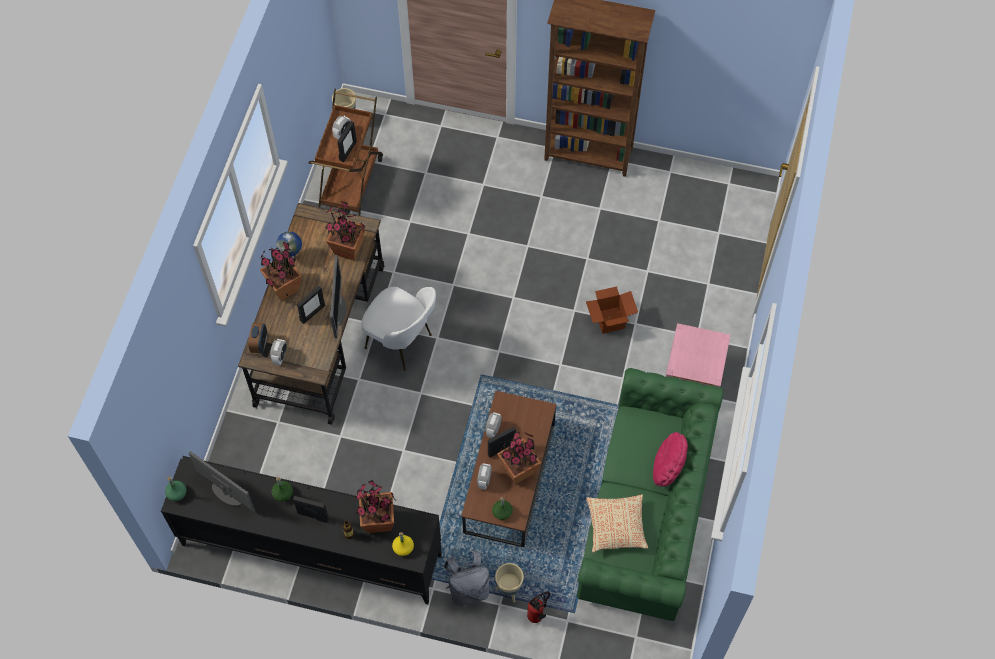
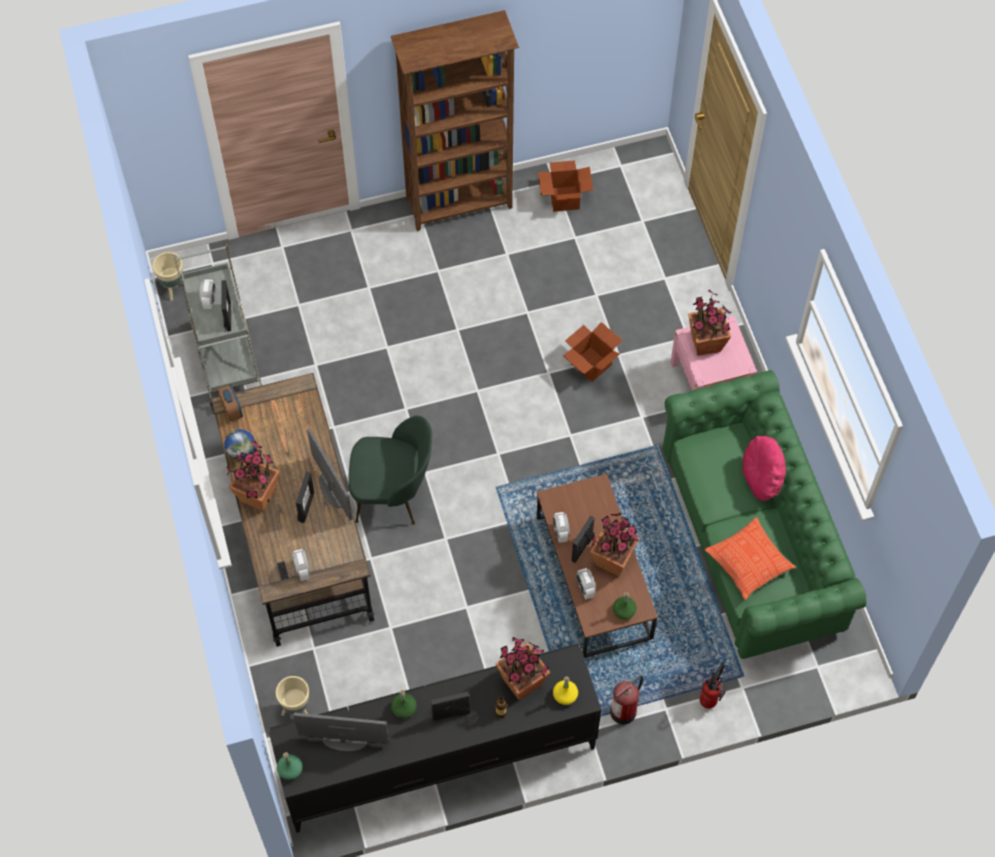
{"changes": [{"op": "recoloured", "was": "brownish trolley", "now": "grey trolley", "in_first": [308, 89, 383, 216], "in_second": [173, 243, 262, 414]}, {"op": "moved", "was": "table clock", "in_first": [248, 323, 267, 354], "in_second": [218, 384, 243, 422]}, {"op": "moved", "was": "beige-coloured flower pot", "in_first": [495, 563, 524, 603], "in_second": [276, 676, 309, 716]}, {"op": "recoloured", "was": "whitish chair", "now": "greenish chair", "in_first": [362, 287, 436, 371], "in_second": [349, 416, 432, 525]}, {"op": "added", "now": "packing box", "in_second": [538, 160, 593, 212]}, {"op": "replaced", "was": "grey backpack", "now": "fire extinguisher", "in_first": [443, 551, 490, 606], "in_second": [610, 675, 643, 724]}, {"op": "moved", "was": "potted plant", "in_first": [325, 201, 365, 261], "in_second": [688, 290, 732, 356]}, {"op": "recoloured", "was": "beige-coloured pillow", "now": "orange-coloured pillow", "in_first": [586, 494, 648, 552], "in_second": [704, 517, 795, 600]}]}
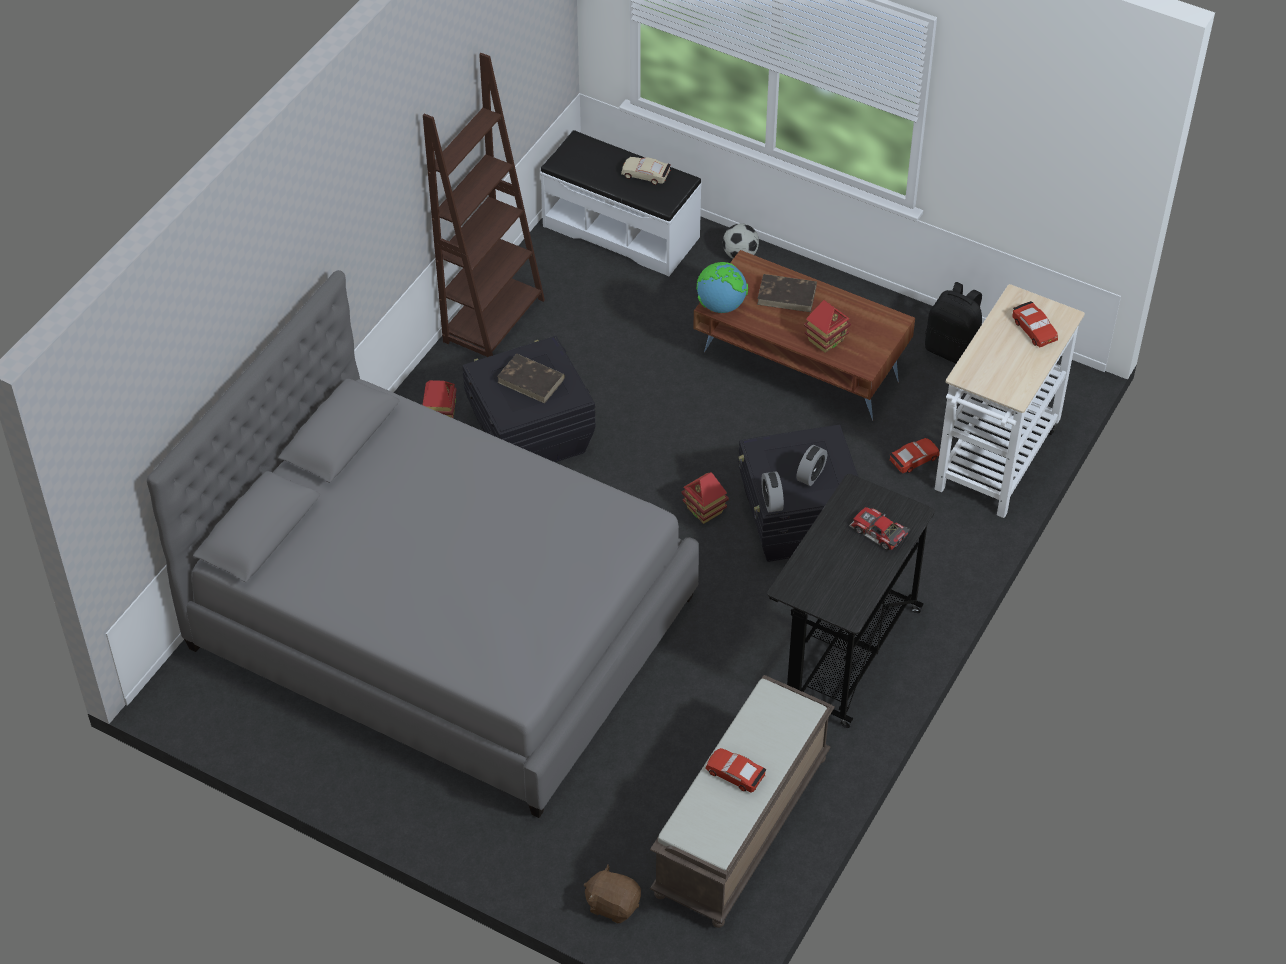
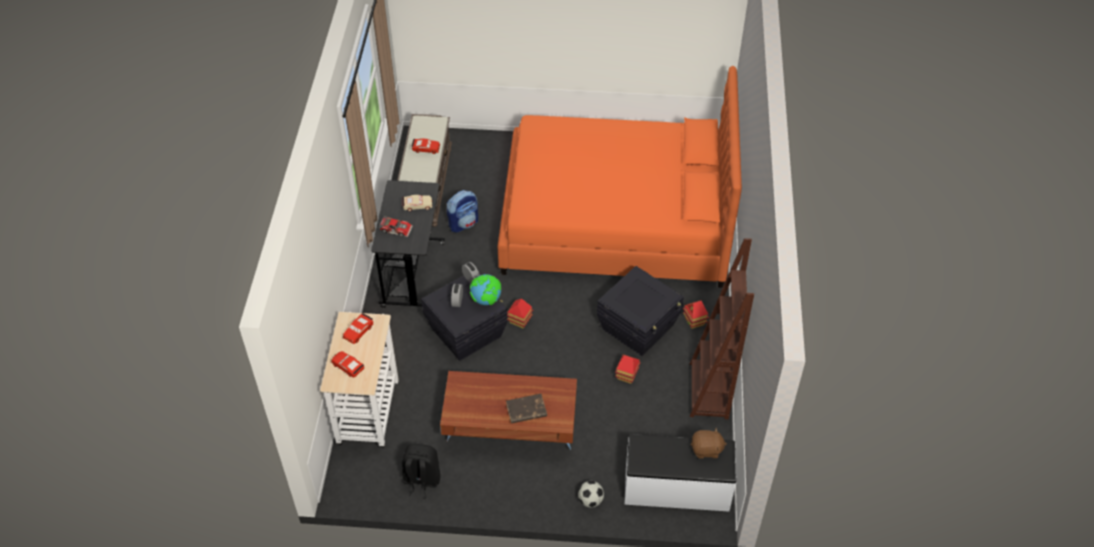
{"changes": [{"op": "moved", "was": "reddish model car", "in_first": [889, 438, 940, 473], "in_second": [343, 313, 373, 344]}, {"op": "moved", "was": "beige-coloured model car", "in_first": [621, 157, 671, 185], "in_second": [402, 195, 432, 211]}, {"op": "added", "now": "backpack", "in_second": [447, 190, 478, 233]}, {"op": "moved", "was": "globe", "in_first": [696, 262, 748, 313], "in_second": [470, 274, 501, 305]}, {"op": "recoloured", "was": "grey bed", "now": "orange-coloured bed", "in_first": [147, 270, 699, 818], "in_second": [498, 66, 742, 288]}, {"op": "moved", "was": "model house", "in_first": [804, 300, 851, 353], "in_second": [615, 354, 641, 384]}, {"op": "moved", "was": "brownish cuddly toy", "in_first": [584, 864, 641, 923], "in_second": [691, 428, 727, 459]}, {"op": "removed", "was": "brownish book", "in_first": [497, 354, 565, 404]}]}
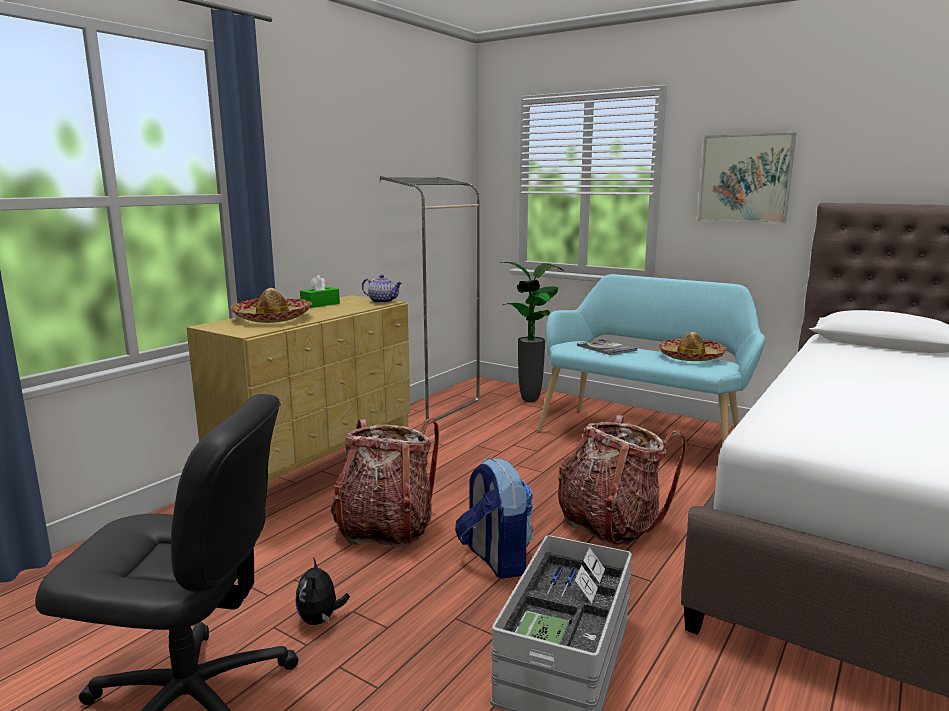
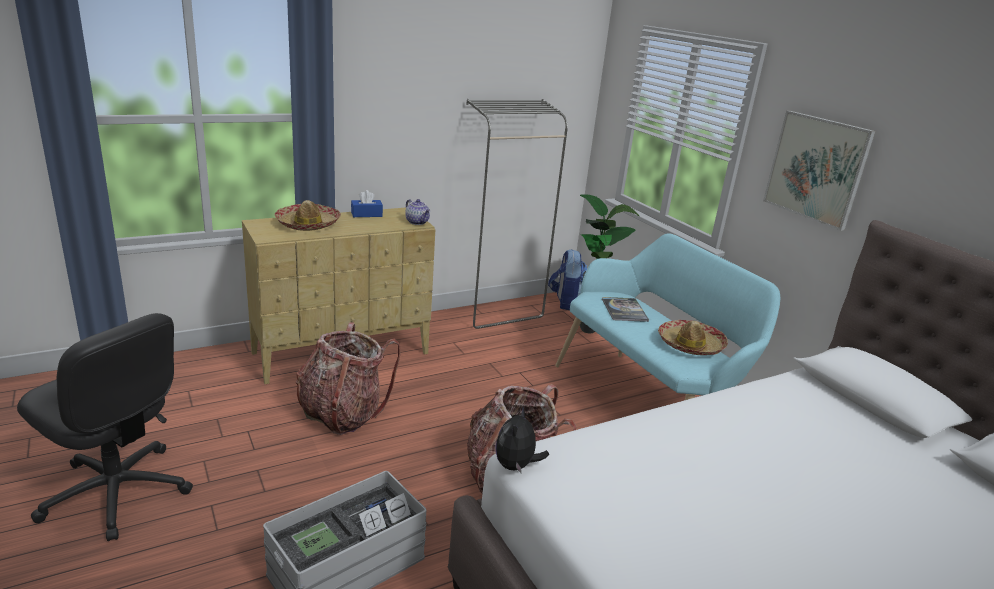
{"changes": [{"op": "recoloured", "was": "greenish tissue holder", "now": "bluish tissue holder", "in_first": [300, 275, 340, 308], "in_second": [351, 190, 383, 217]}, {"op": "moved", "was": "cuddly toy", "in_first": [295, 557, 350, 625], "in_second": [495, 407, 549, 473]}, {"op": "moved", "was": "backpack", "in_first": [455, 458, 534, 579], "in_second": [548, 249, 587, 310]}]}
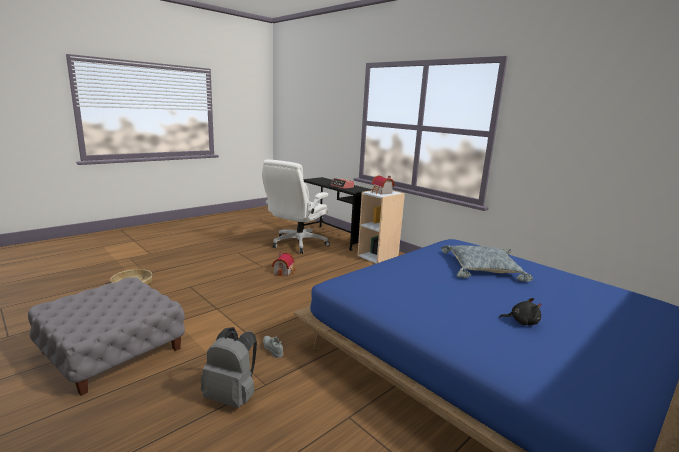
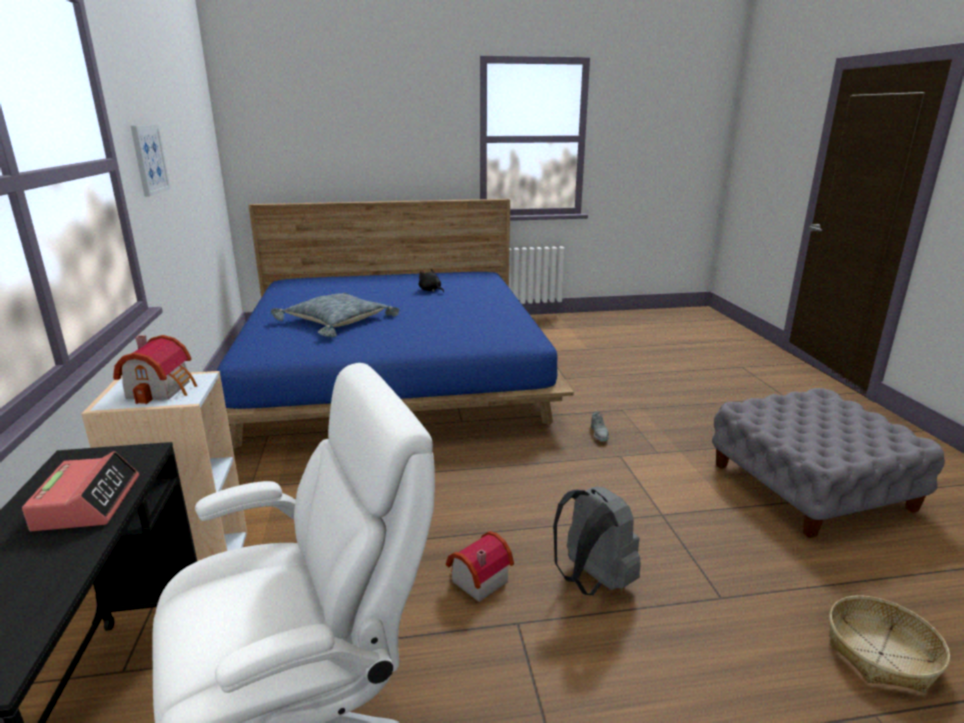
{"changes": [{"op": "added", "now": "picture", "in_second": [131, 125, 170, 197]}, {"op": "moved", "was": "grey backpack", "in_first": [201, 327, 257, 408], "in_second": [553, 486, 641, 595]}]}
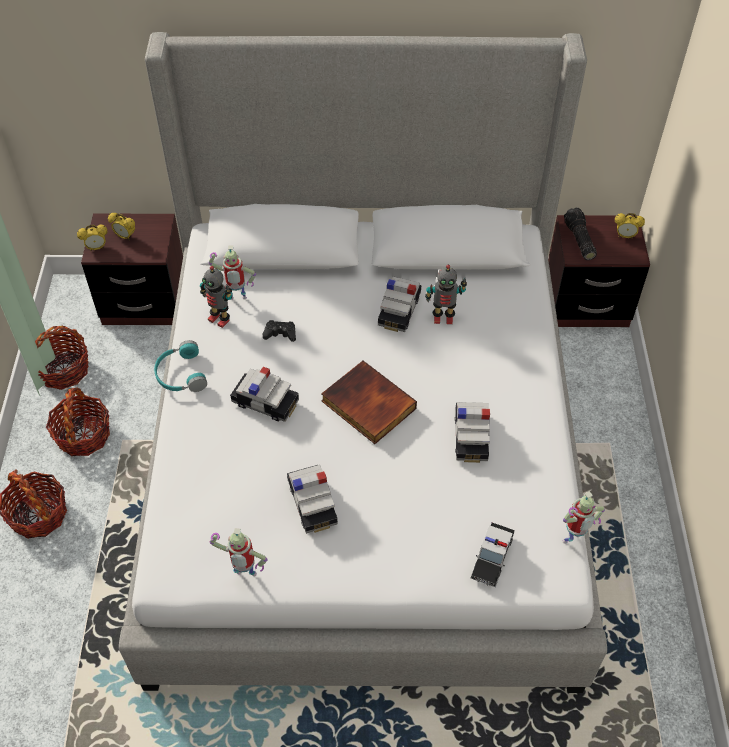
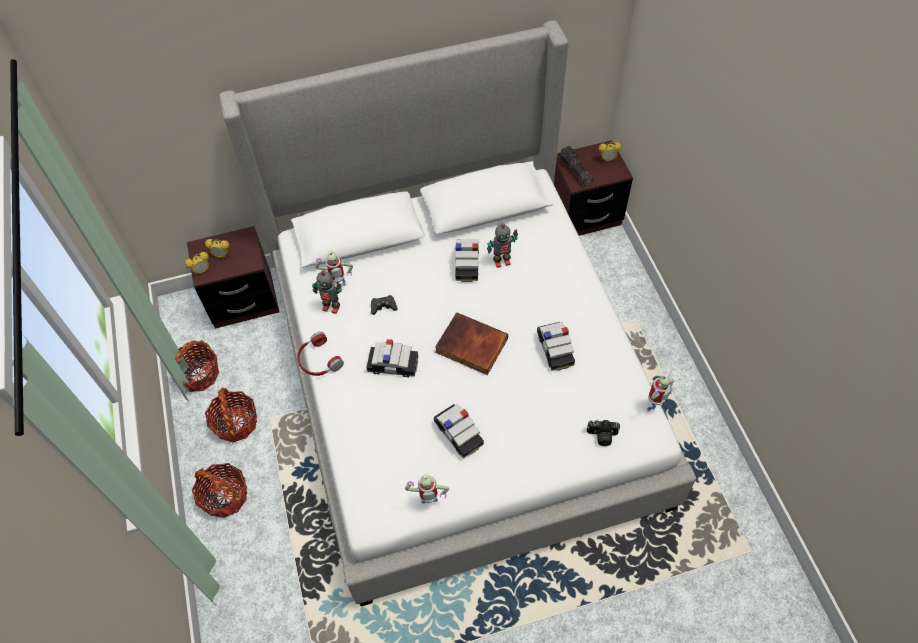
{"changes": [{"op": "recoloured", "was": "turquoise-coloured headphones", "now": "reddish headphones", "in_first": [154, 340, 207, 392], "in_second": [297, 332, 344, 376]}, {"op": "replaced", "was": "model car", "now": "still camera", "in_first": [470, 523, 515, 587], "in_second": [587, 419, 620, 446]}]}
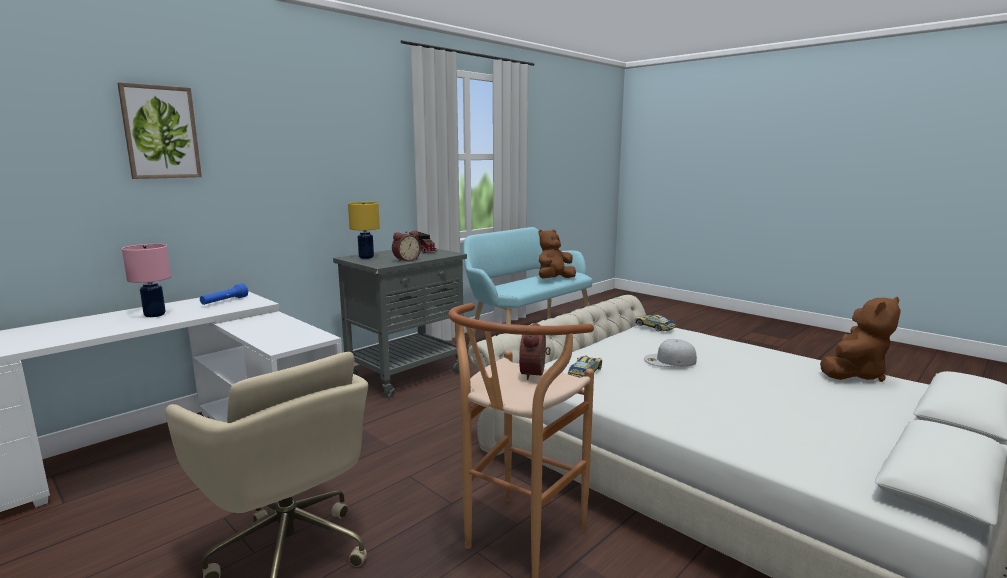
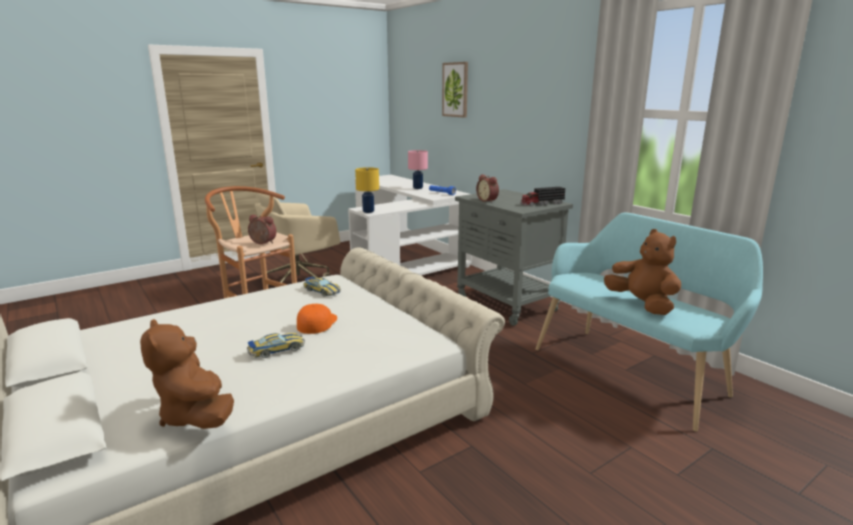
{"changes": [{"op": "moved", "was": "model car", "in_first": [634, 314, 676, 331], "in_second": [247, 333, 305, 358]}, {"op": "recoloured", "was": "whitish cap", "now": "orange-coloured cap", "in_first": [644, 339, 697, 367], "in_second": [297, 304, 337, 334]}, {"op": "moved", "was": "yellow-coloured table lamp", "in_first": [348, 202, 380, 259], "in_second": [355, 167, 379, 213]}]}
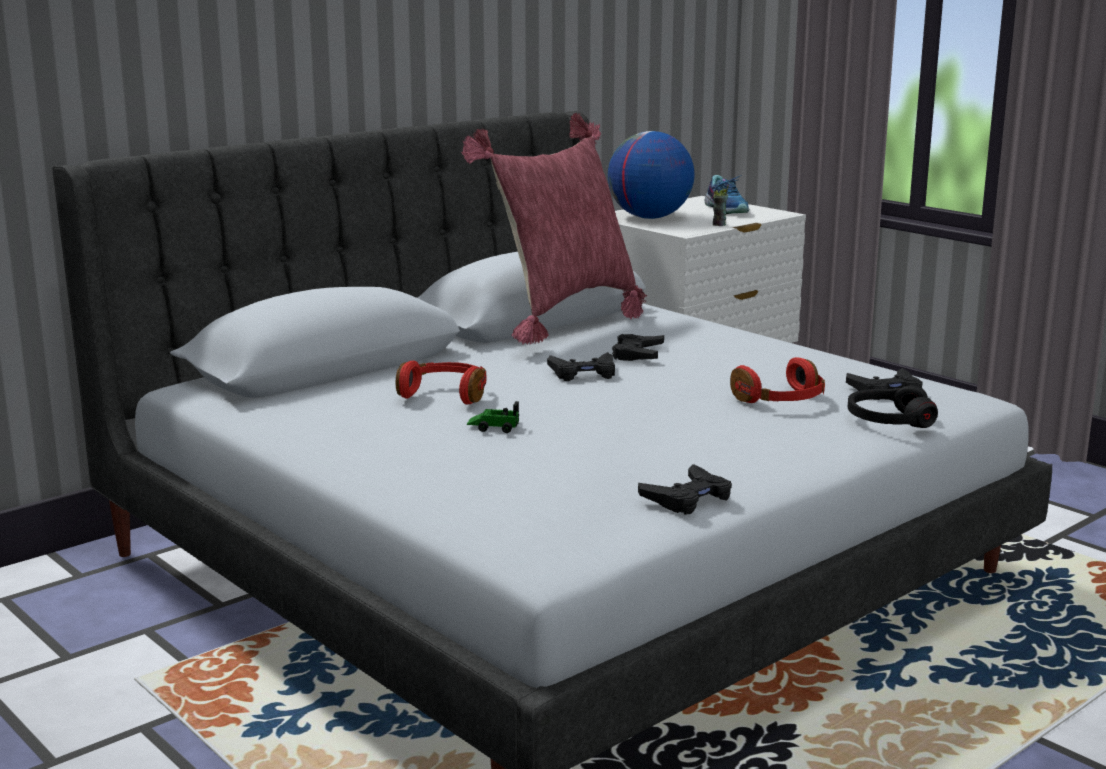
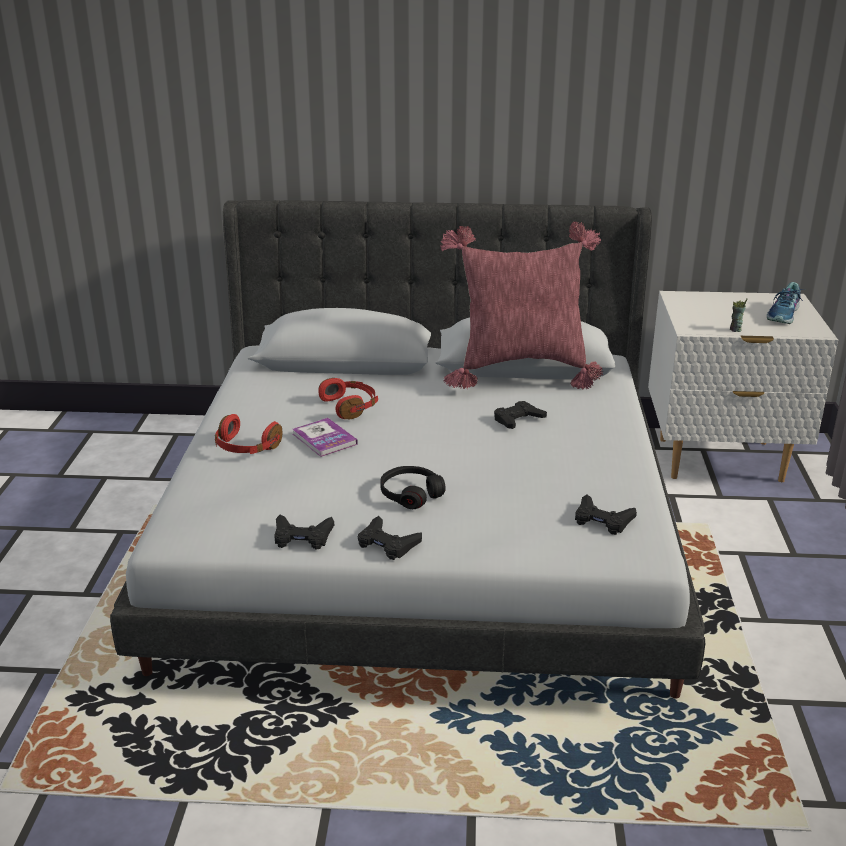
{"changes": [{"op": "moved", "was": "reddish headphones", "in_first": [730, 357, 825, 403], "in_second": [215, 414, 283, 454]}, {"op": "replaced", "was": "model car", "now": "book", "in_first": [466, 401, 519, 433], "in_second": [292, 418, 358, 457]}, {"op": "moved", "was": "blackish gamepad", "in_first": [547, 352, 615, 381], "in_second": [358, 516, 422, 560]}, {"op": "moved", "was": "blackish headphones", "in_first": [848, 385, 938, 428], "in_second": [380, 466, 446, 509]}, {"op": "removed", "was": "globe", "in_first": [608, 131, 695, 219]}]}
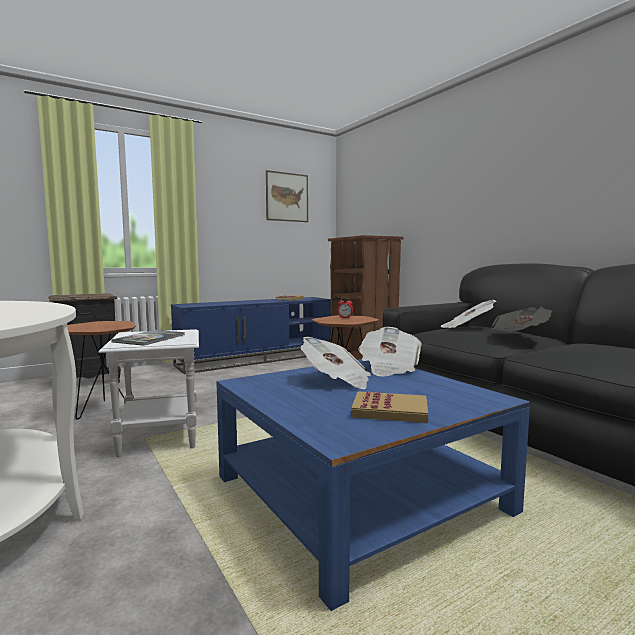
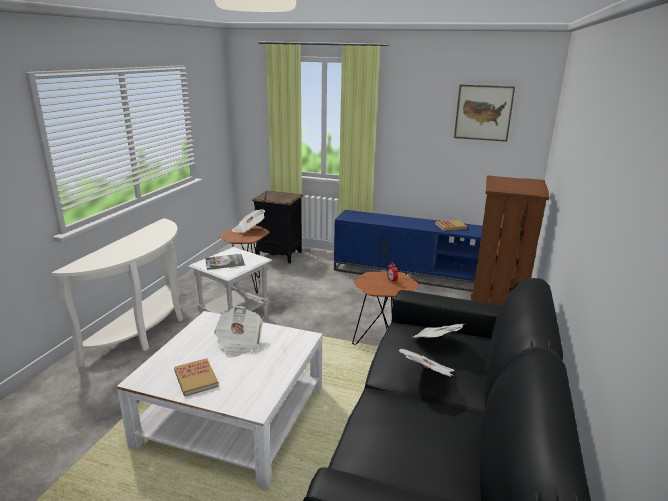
{"changes": [{"op": "recoloured", "was": "bluish coffee table", "now": "whitish coffee table", "in_first": [216, 359, 530, 611], "in_second": [117, 311, 322, 489]}, {"op": "moved", "was": "newspaper", "in_first": [358, 327, 422, 376], "in_second": [232, 209, 265, 234]}]}
